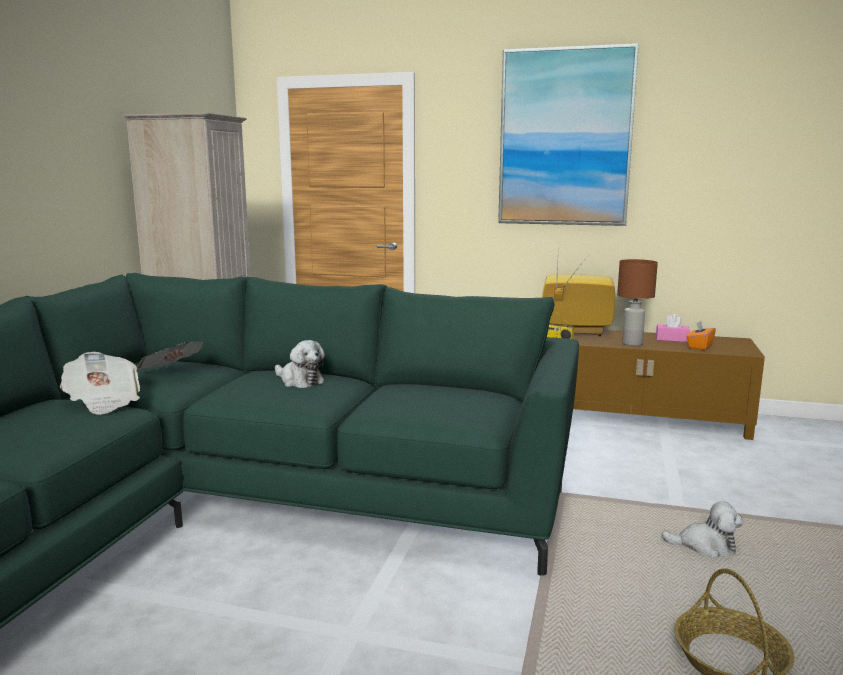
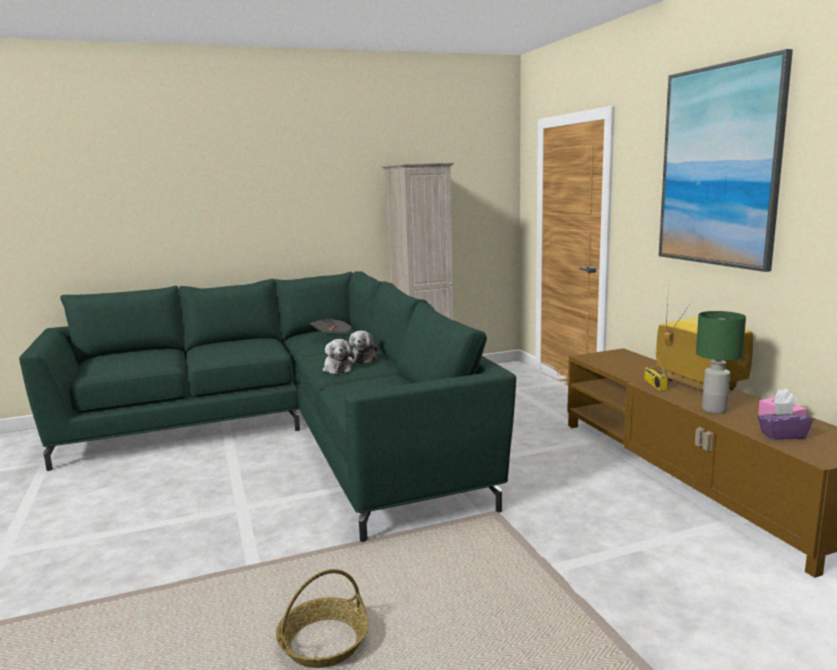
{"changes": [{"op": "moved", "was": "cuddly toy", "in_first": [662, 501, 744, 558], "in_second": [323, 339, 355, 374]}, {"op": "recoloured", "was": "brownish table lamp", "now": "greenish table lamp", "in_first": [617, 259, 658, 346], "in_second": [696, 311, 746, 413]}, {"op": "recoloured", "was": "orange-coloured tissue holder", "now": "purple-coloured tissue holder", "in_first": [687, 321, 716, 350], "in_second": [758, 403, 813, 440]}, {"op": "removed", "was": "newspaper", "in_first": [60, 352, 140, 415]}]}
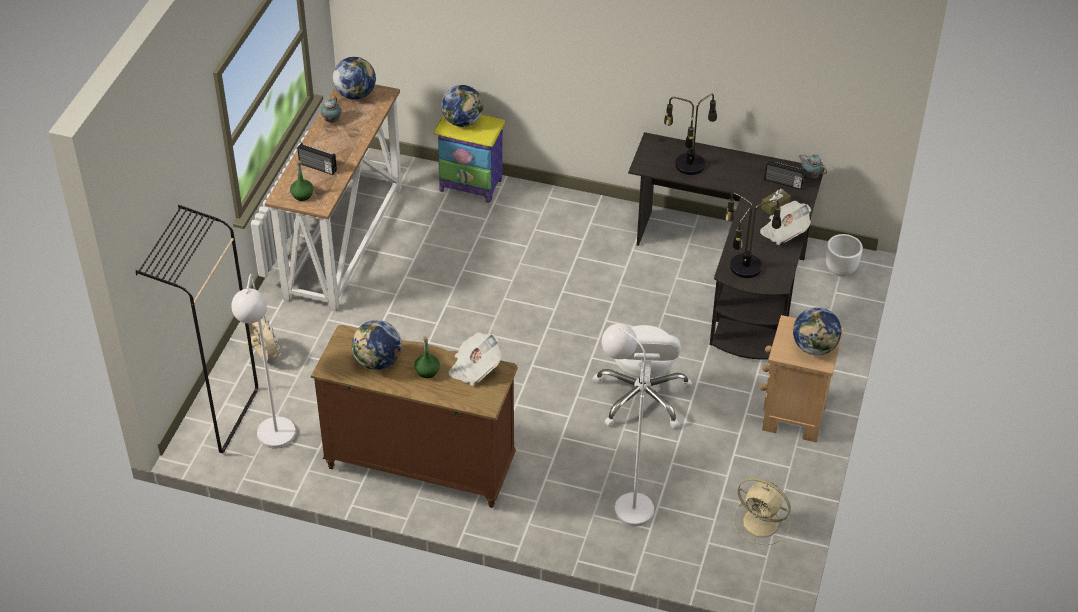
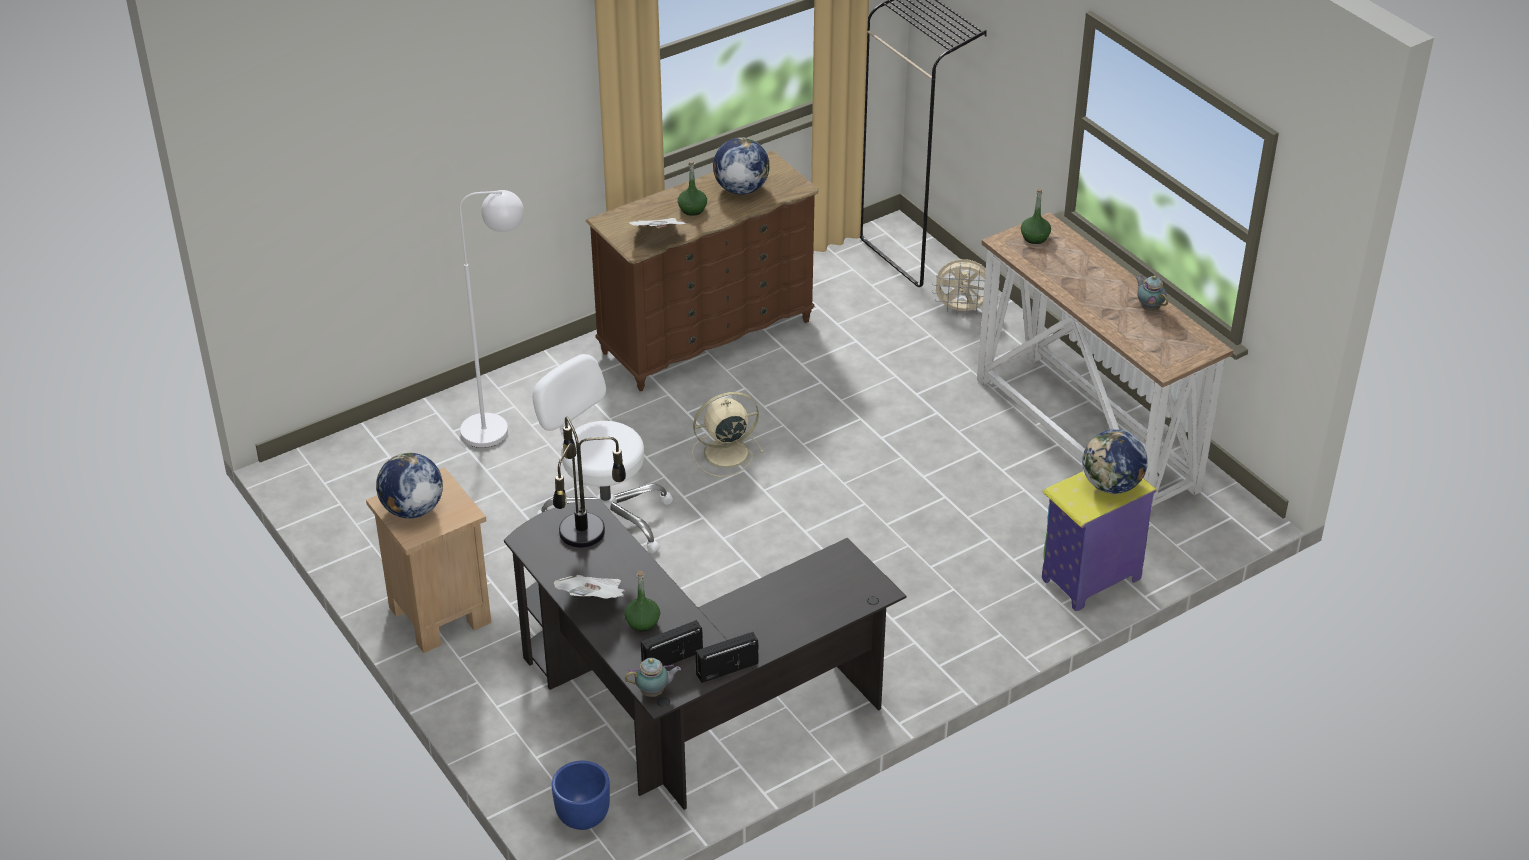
{"changes": [{"op": "recoloured", "was": "whitish flower pot", "now": "bluish flower pot", "in_first": [826, 234, 863, 277], "in_second": [552, 761, 610, 830]}, {"op": "replaced", "was": "brownish tissue holder", "now": "greenish bottle", "in_first": [761, 189, 791, 215], "in_second": [624, 571, 660, 632]}, {"op": "moved", "was": "beige-coloured fan", "in_first": [733, 478, 791, 545], "in_second": [692, 392, 764, 477]}, {"op": "moved", "was": "radio set", "in_first": [297, 143, 337, 175], "in_second": [696, 632, 758, 683]}, {"op": "removed", "was": "whitish standard lamp", "in_first": [231, 274, 296, 448]}, {"op": "removed", "was": "globe", "in_first": [333, 57, 376, 100]}, {"op": "removed", "was": "table lamp", "in_first": [664, 94, 717, 175]}]}
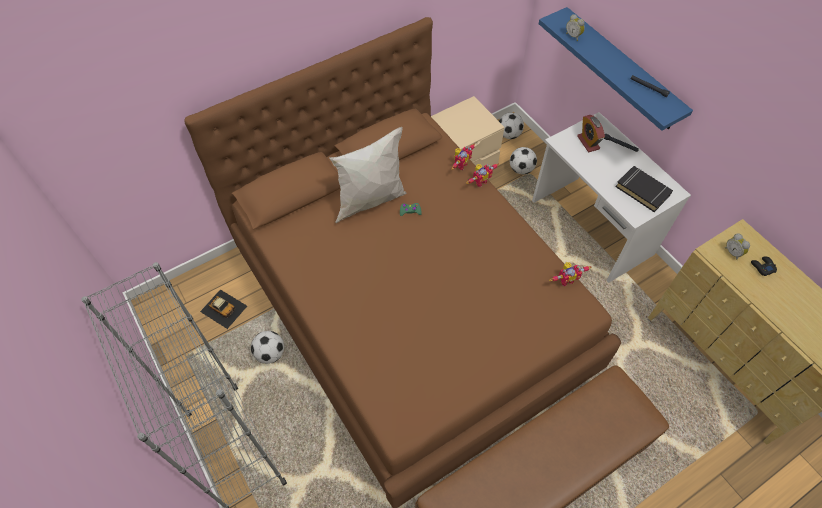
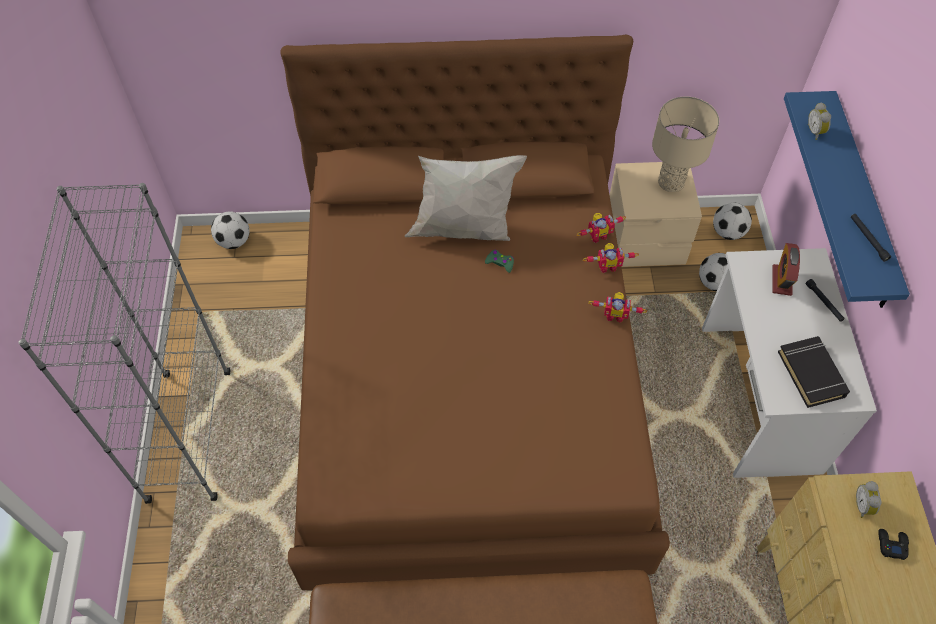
{"changes": [{"op": "moved", "was": "ball for football", "in_first": [251, 331, 284, 364], "in_second": [211, 211, 250, 249]}, {"op": "moved", "was": "robot figure", "in_first": [549, 262, 591, 286], "in_second": [588, 292, 647, 323]}, {"op": "added", "now": "beige-coloured table lamp", "in_second": [652, 96, 719, 192]}, {"op": "removed", "was": "model car", "in_first": [200, 289, 247, 329]}]}
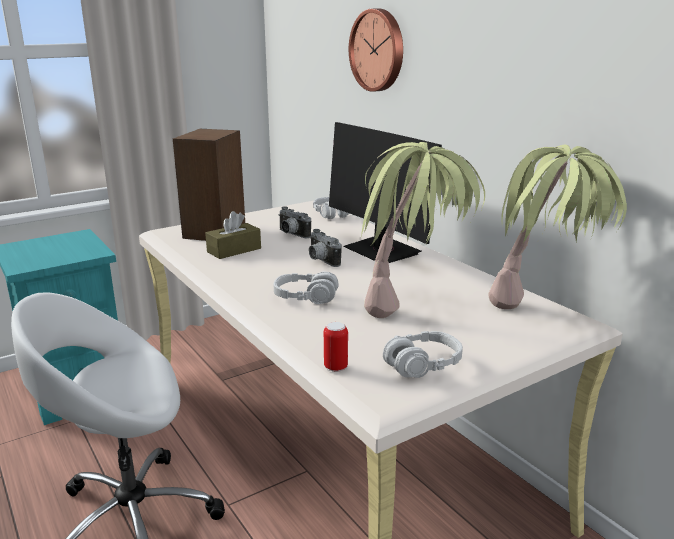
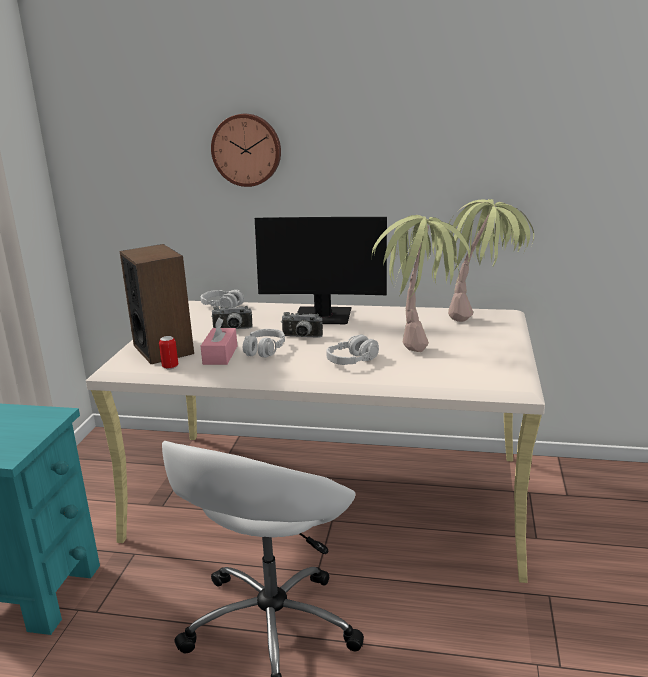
{"changes": [{"op": "moved", "was": "sealed can", "in_first": [324, 322, 348, 372], "in_second": [159, 336, 178, 369]}, {"op": "recoloured", "was": "brownish tissue holder", "now": "pink-coloured tissue holder", "in_first": [205, 211, 261, 259], "in_second": [200, 318, 237, 365]}, {"op": "moved", "was": "grey headphones", "in_first": [383, 331, 463, 378], "in_second": [243, 329, 285, 358]}]}
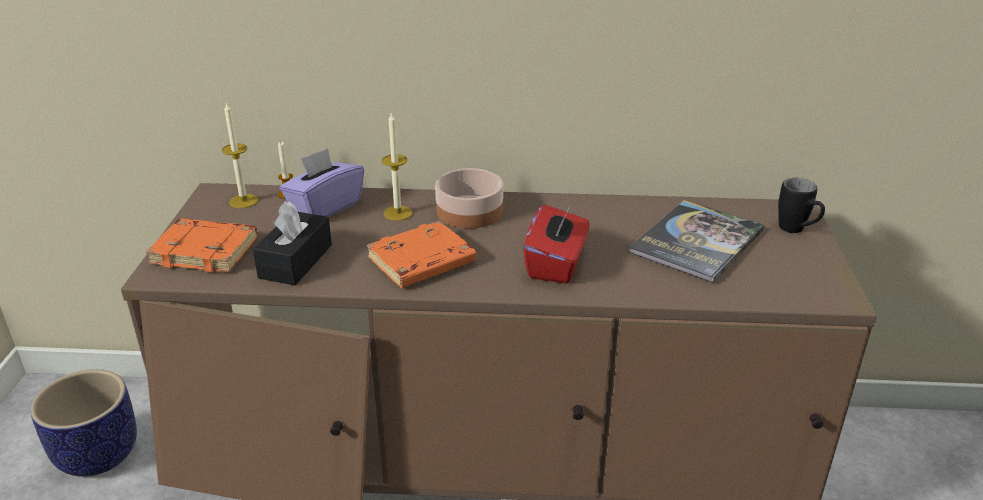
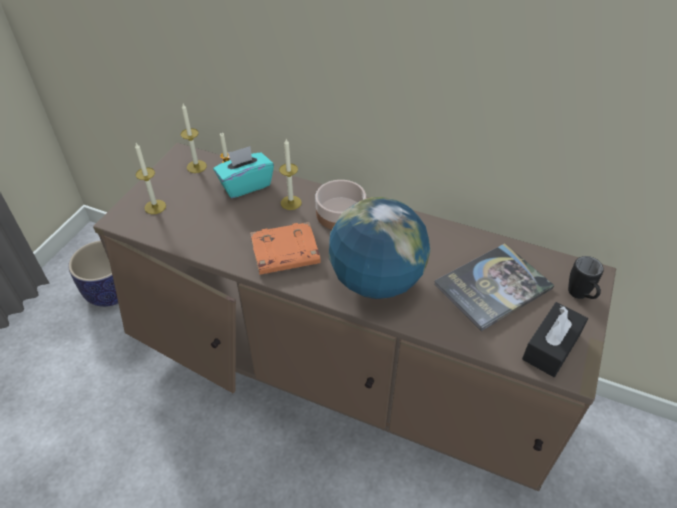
{"changes": [{"op": "replaced", "was": "orange-coloured book", "now": "wax light", "in_first": [146, 218, 257, 273], "in_second": [135, 143, 166, 214]}, {"op": "recoloured", "was": "purple-coloured tissue holder", "now": "turquoise-coloured tissue holder", "in_first": [279, 148, 364, 217], "in_second": [213, 146, 274, 198]}, {"op": "replaced", "was": "reddish tissue holder", "now": "globe", "in_first": [523, 204, 590, 284], "in_second": [329, 197, 430, 299]}, {"op": "moved", "was": "blackish tissue holder", "in_first": [253, 201, 332, 285], "in_second": [522, 302, 588, 377]}]}
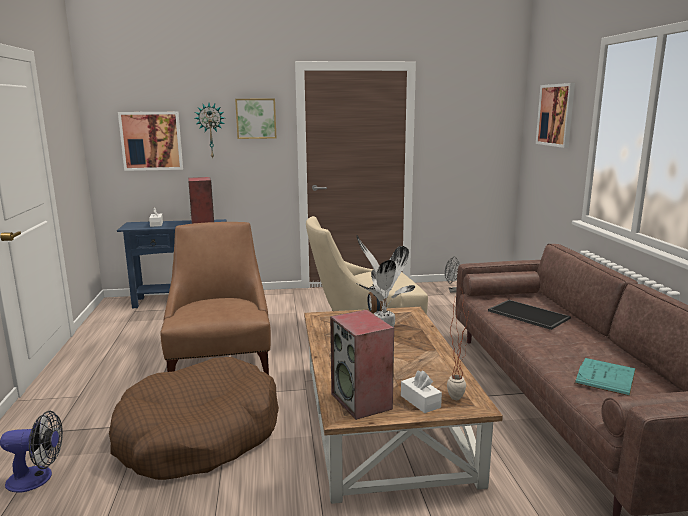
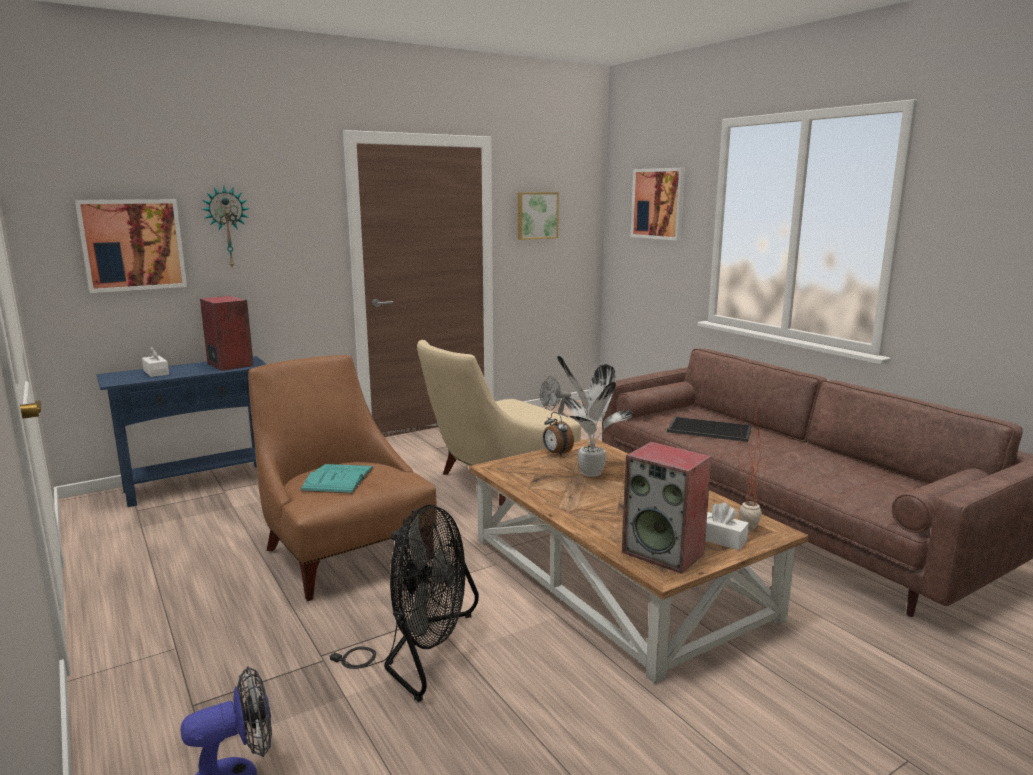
{"changes": [{"op": "moved", "was": "turquoise-coloured book", "in_first": [574, 358, 636, 396], "in_second": [300, 464, 374, 494]}, {"op": "replaced", "was": "brownish dog bed", "now": "blackish fan", "in_first": [109, 357, 279, 480], "in_second": [329, 505, 479, 702]}, {"op": "moved", "was": "picture", "in_first": [235, 98, 276, 139], "in_second": [518, 192, 559, 240]}]}
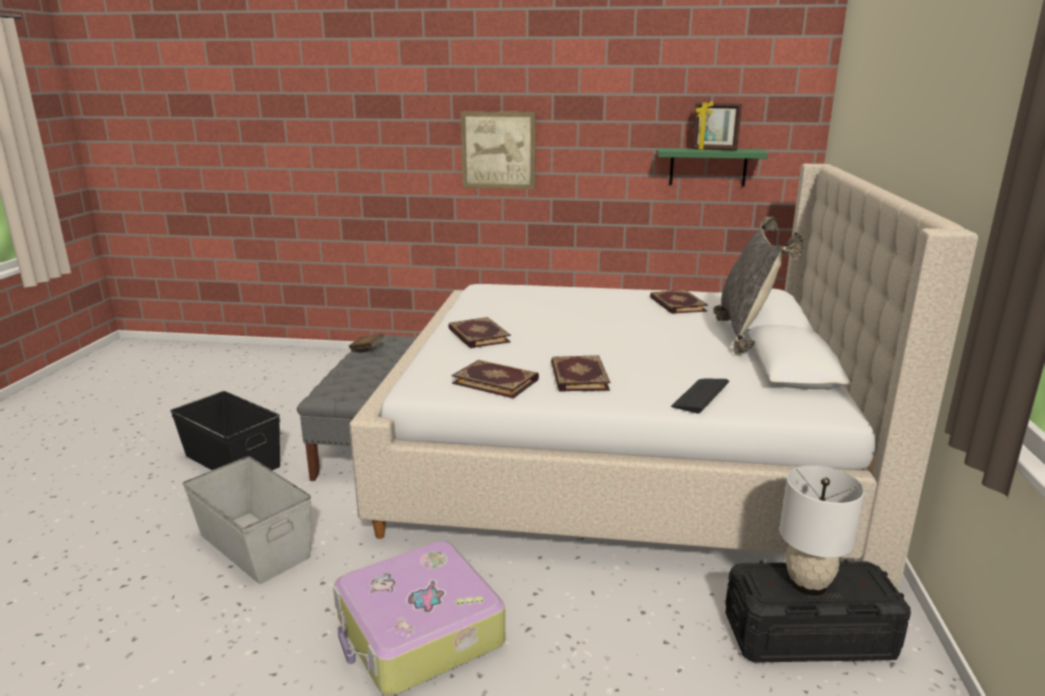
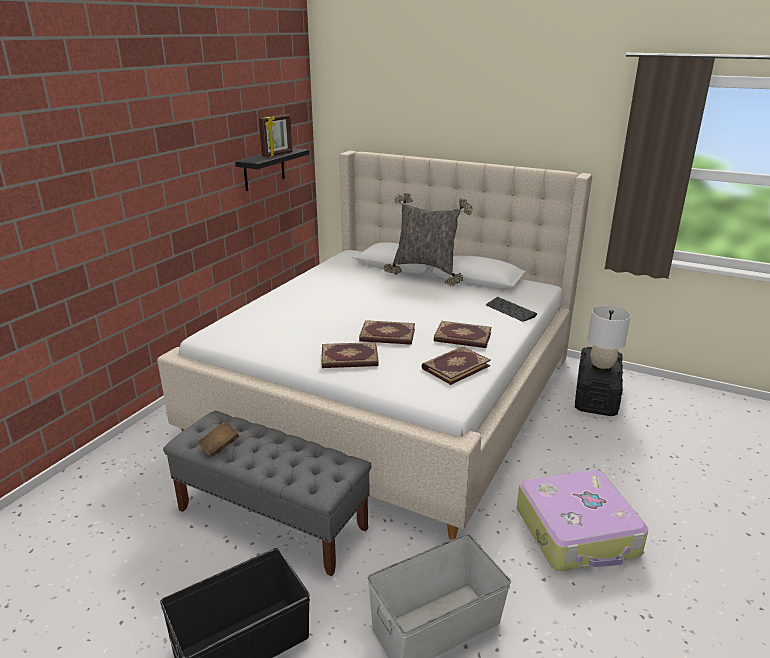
{"changes": [{"op": "recoloured", "was": "greenish wall shelf", "now": "blackish wall shelf", "in_first": [657, 148, 768, 186], "in_second": [235, 148, 309, 191]}, {"op": "moved", "was": "book", "in_first": [650, 290, 708, 314], "in_second": [359, 320, 415, 345]}, {"op": "removed", "was": "picture", "in_first": [461, 111, 536, 189]}]}
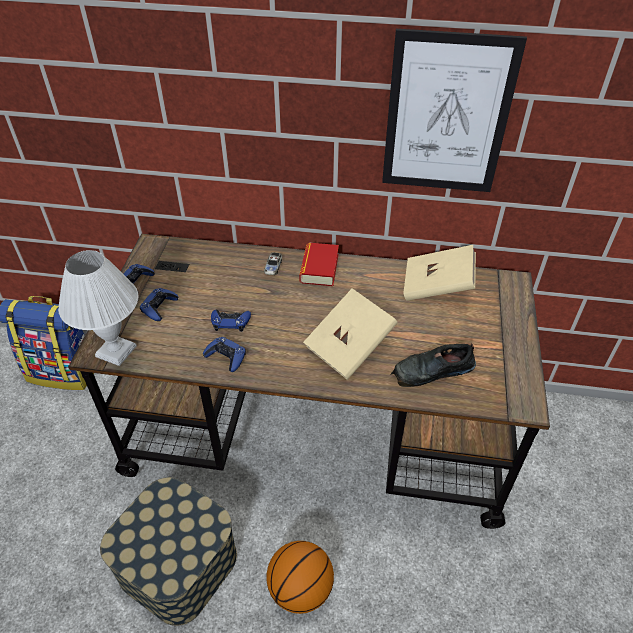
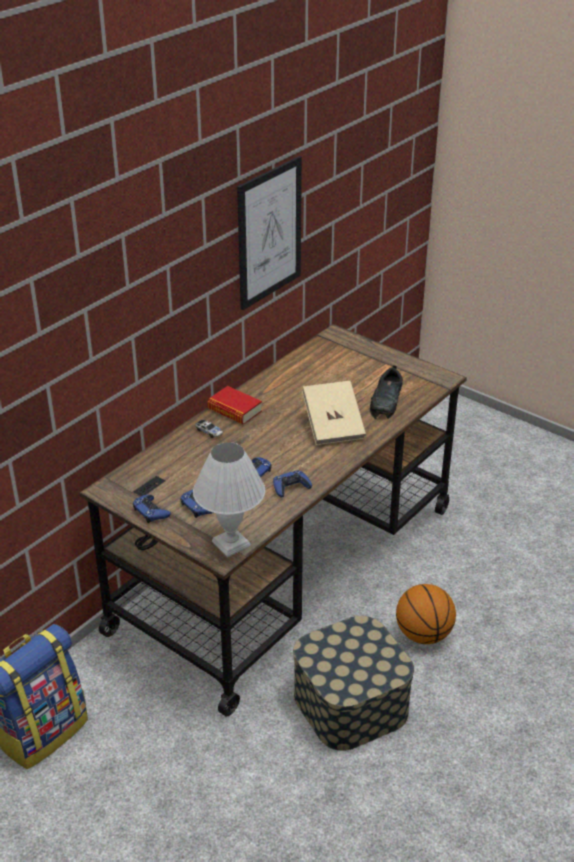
{"changes": [{"op": "removed", "was": "beige-coloured book", "in_first": [403, 245, 476, 301]}]}
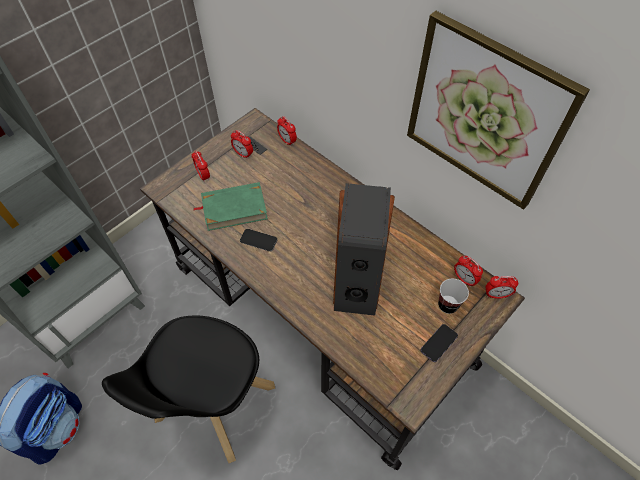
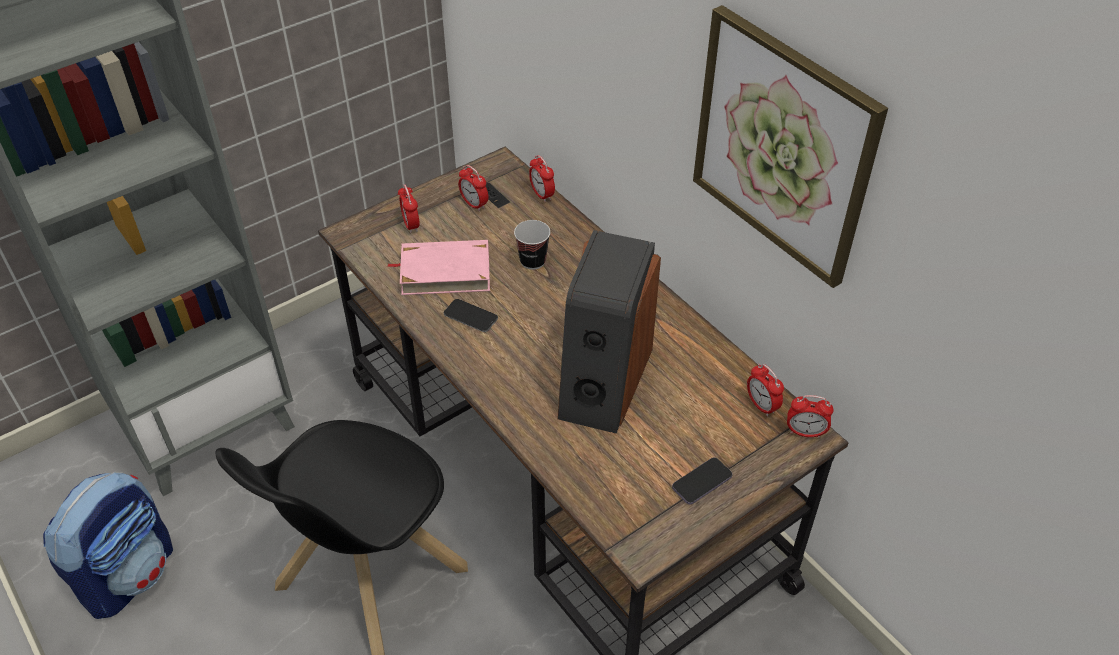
{"changes": [{"op": "recoloured", "was": "greenish book", "now": "pink-coloured book", "in_first": [194, 182, 268, 231], "in_second": [387, 240, 490, 295]}, {"op": "moved", "was": "drinking cup", "in_first": [438, 279, 469, 314], "in_second": [514, 220, 550, 270]}]}
